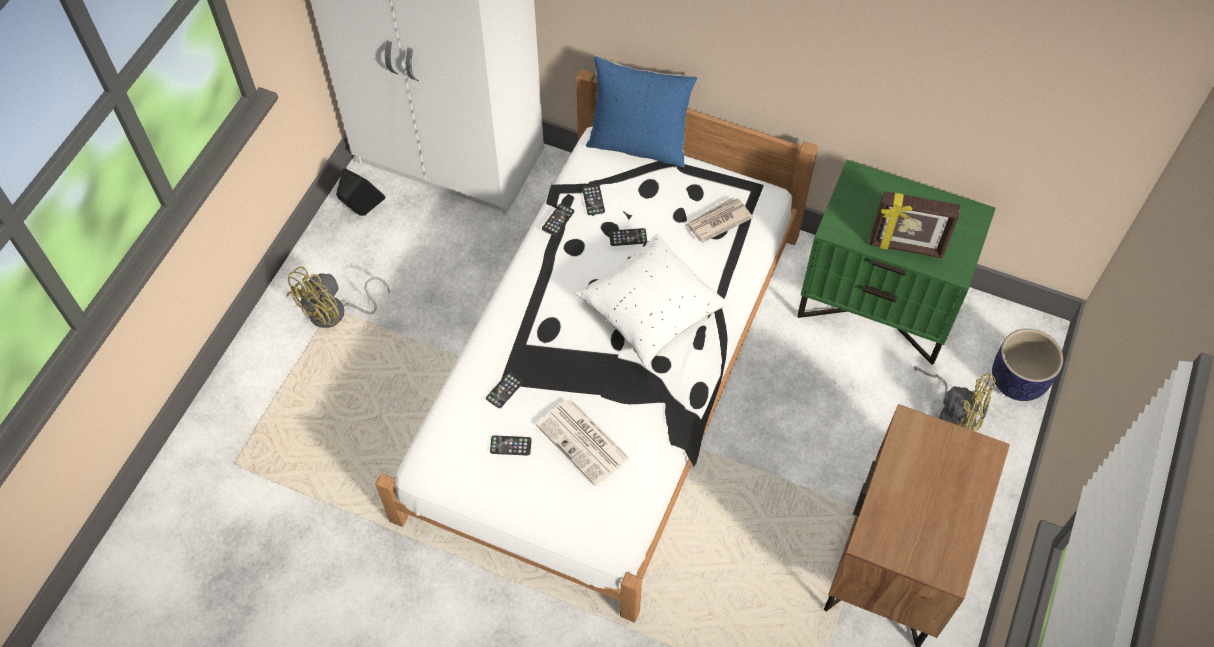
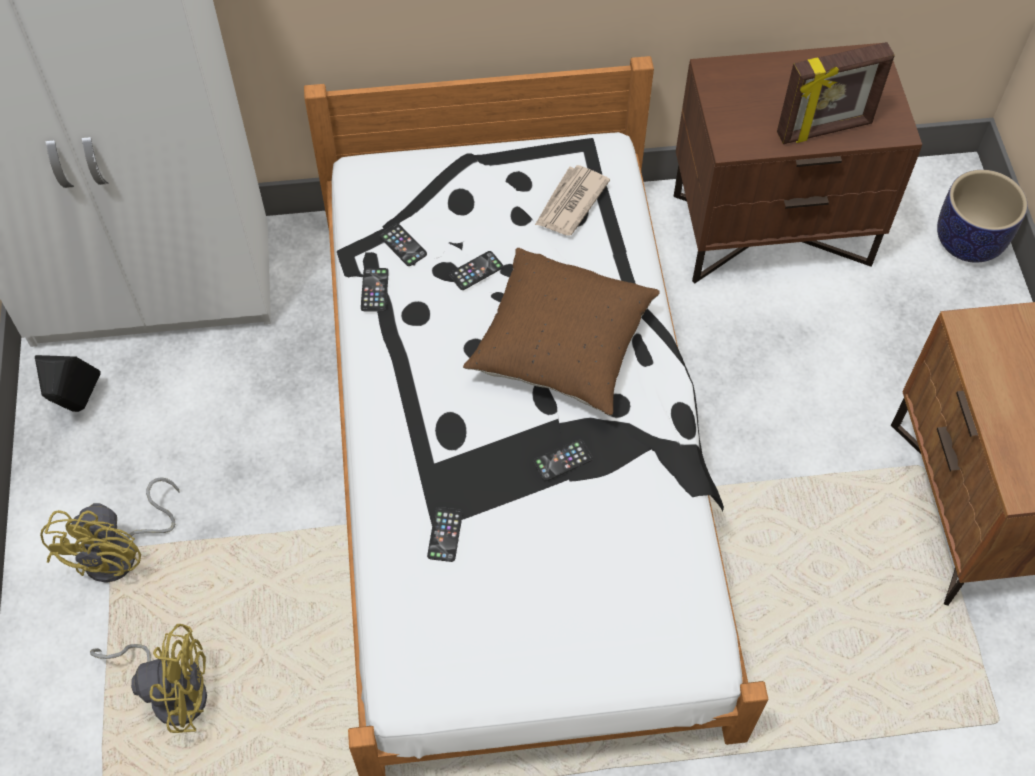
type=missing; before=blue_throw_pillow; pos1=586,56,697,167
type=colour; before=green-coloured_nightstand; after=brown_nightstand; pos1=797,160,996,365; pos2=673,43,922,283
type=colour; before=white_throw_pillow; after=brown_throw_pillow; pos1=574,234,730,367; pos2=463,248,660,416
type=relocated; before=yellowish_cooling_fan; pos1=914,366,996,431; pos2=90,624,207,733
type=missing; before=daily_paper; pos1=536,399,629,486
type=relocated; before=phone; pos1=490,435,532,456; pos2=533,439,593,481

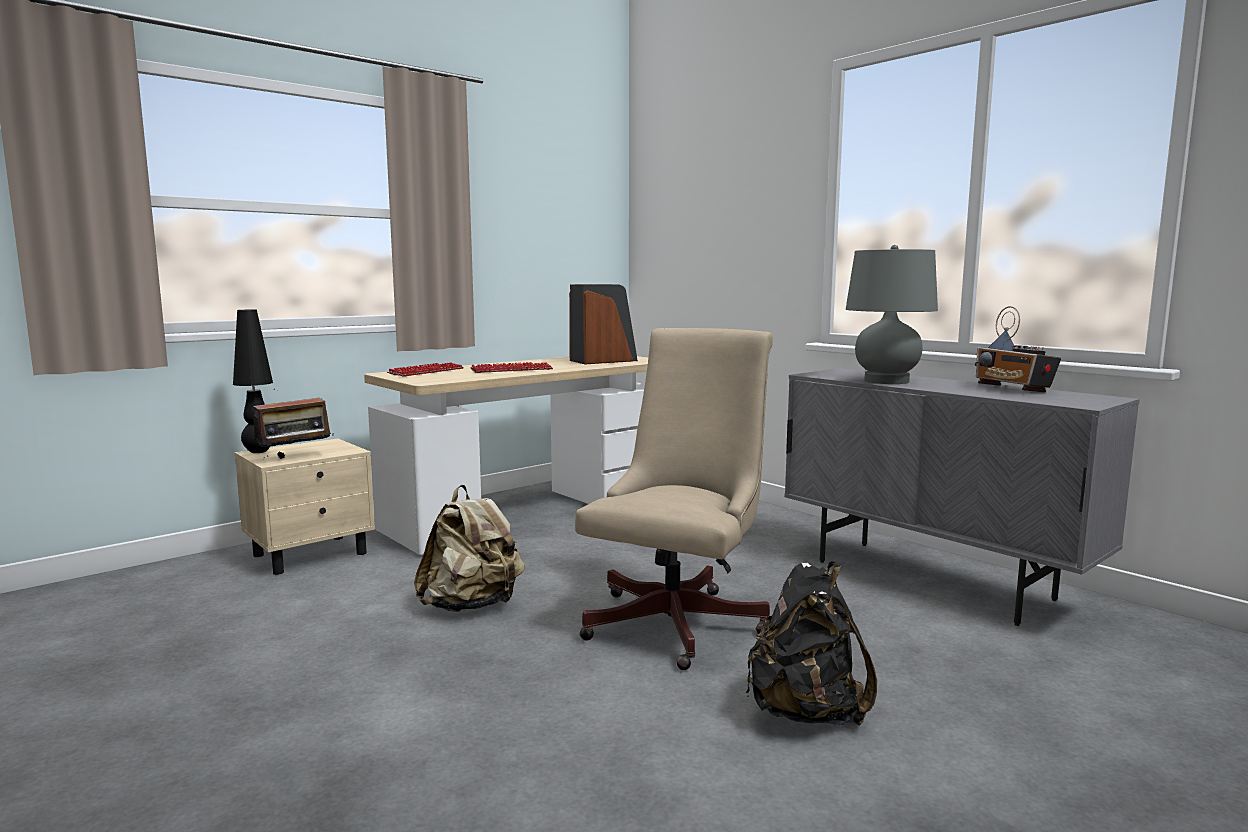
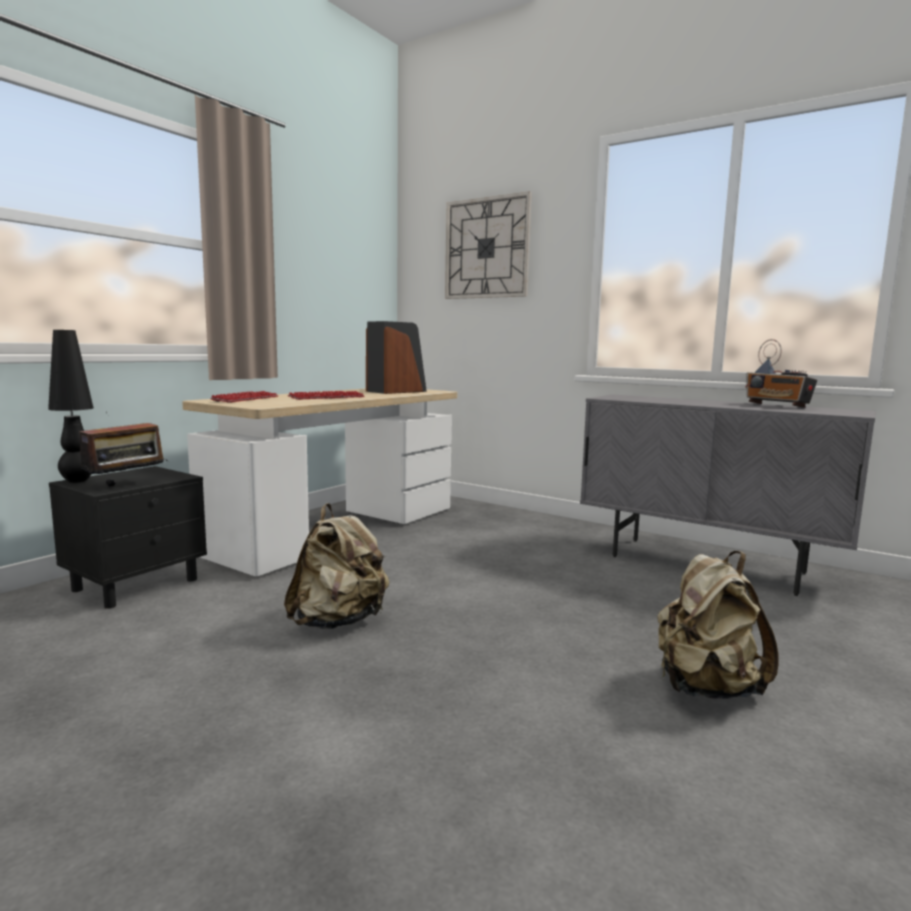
type=missing; before=greyish_tabletop_lamp; pos1=846,245,938,384
type=missing; before=sand-coloured_desk_chair; pos1=575,328,773,670
type=colour; before=sand-coloured_nightstand; after=blackish_nightstand; pos1=235,439,375,575; pos2=49,466,207,609
type=colour; before=blackish_backpack; after=sand-coloured_backpack; pos1=746,561,877,726; pos2=657,551,778,699
type=appeared; after=clock_on_the_wall; pos2=445,191,532,299

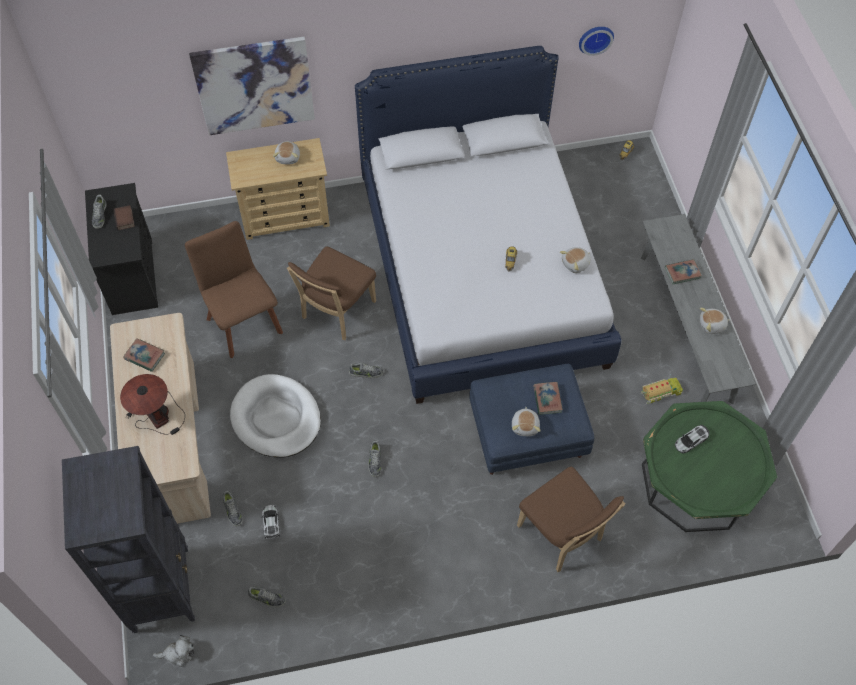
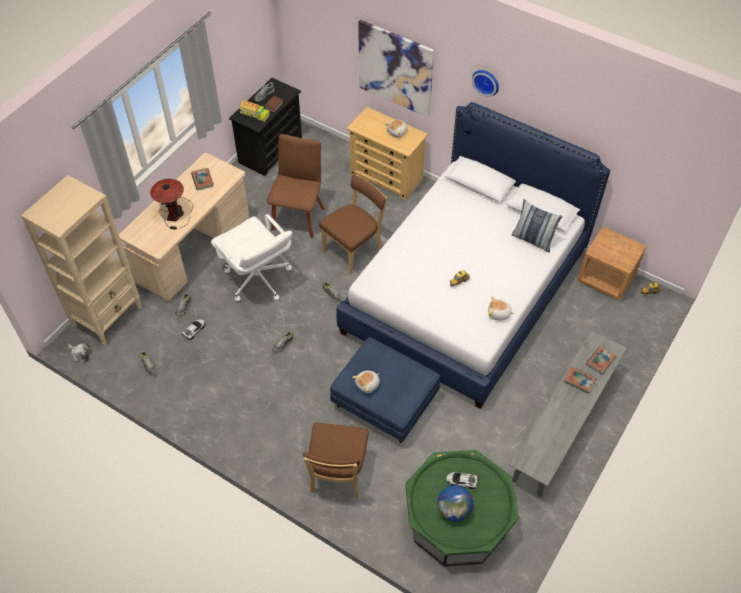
type=relocated; before=clock_on_the_wall; pos1=579,27,614,56; pos2=472,70,499,97
type=spun; before=brown_upright_chair; pos1=287,246,376,340; pos2=319,175,387,274; turn=150
type=missing; before=cuddly_toy; pos1=700,308,730,334
type=exchanged; before=white_dog_cushion; after=white_desk_chair; pos1=230,374,321,457; pos2=211,214,292,302
type=relocated; before=toy_lorry; pos1=641,374,683,404; pos2=239,100,270,122
type=relocated; before=volume; pos1=533,382,563,415; pos2=586,346,616,374
type=colour; before=blackish_bookcase; after=sand-coloured_bookcase; pos1=62,446,195,633; pos2=21,175,142,346
type=appeared; after=throw_pillow; pos2=512,199,563,253
type=appeared; after=brown_nightstand; pos2=577,227,647,300
type=appeared; after=globe; pos2=438,485,473,522

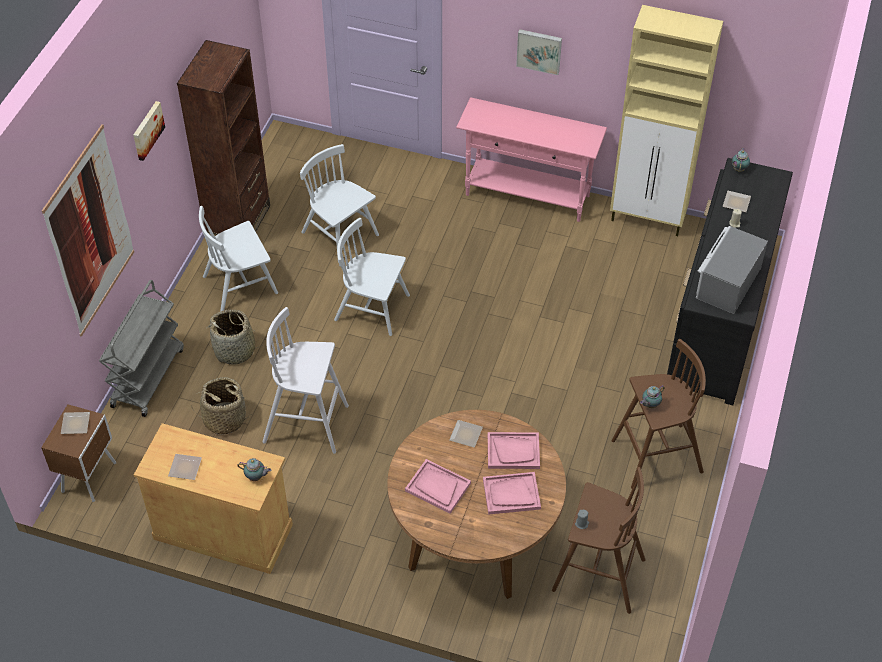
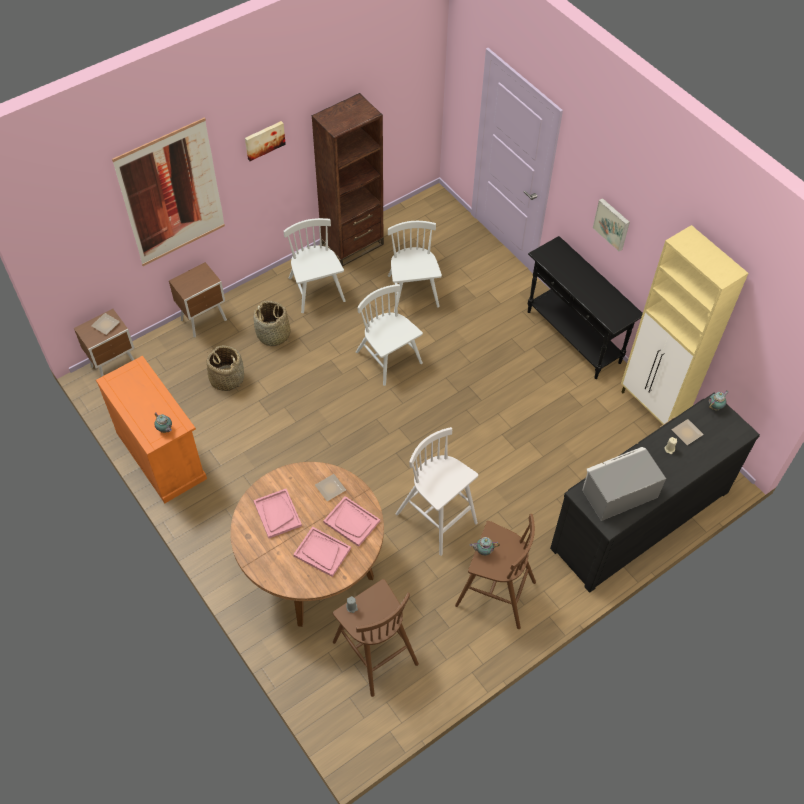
type=colour; before=pink_hall_table; after=blackish_hall_table; pos1=456,97,607,222; pos2=528,236,643,379
type=spun; before=white_upright_chair; pos1=199,206,278,311; pos2=283,218,346,313; turn=60
type=exchanged; before=greyish_cart; after=brown_nightstand; pos1=99,280,184,417; pos2=169,262,227,337
type=relocated; before=white_stool_seat; pos1=262,307,349,454; pos2=396,427,478,556
type=colour; before=sand-coloured_storage_cabinet; after=orange_storage_cabinet; pos1=134,423,293,574; pos2=96,355,207,503
type=missing; before=dinner_plate; pos1=168,454,202,480

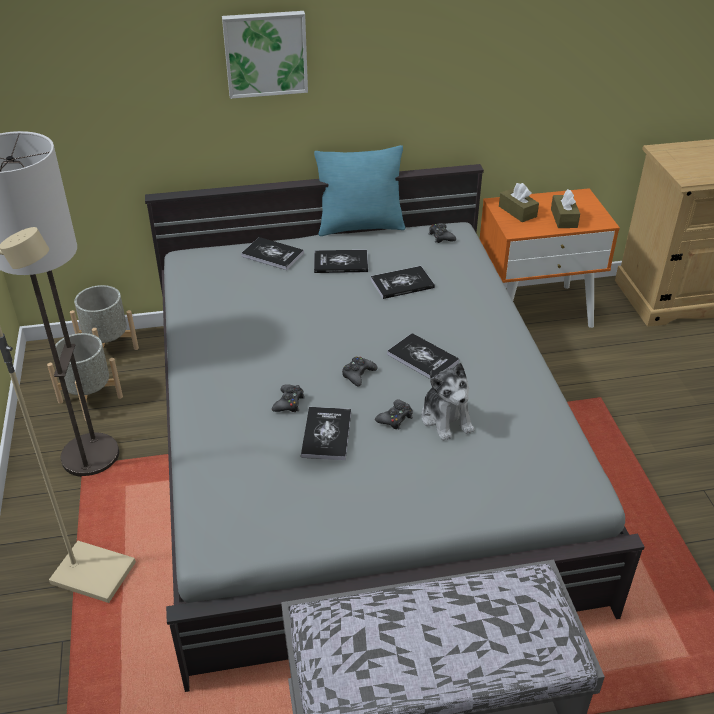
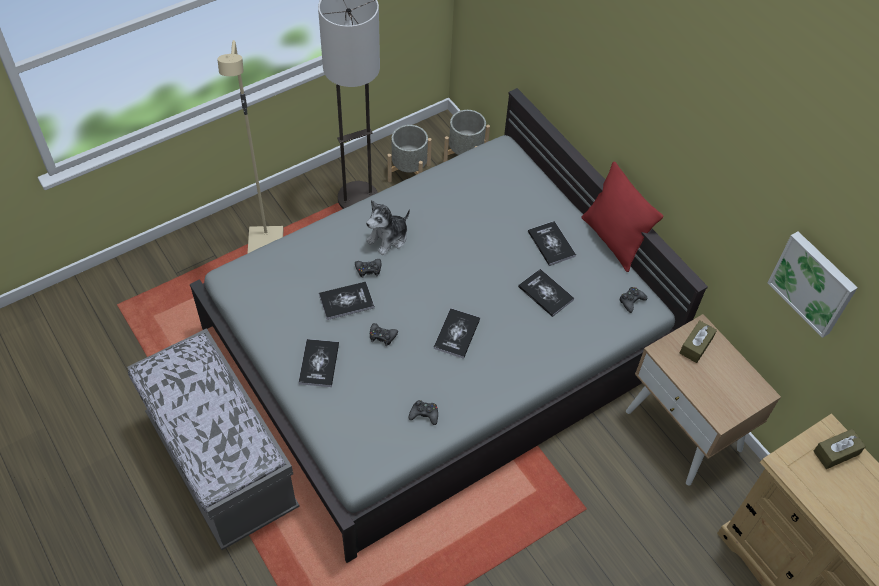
type=relocated; before=picture; pos1=222,11,308,99; pos2=767,231,858,338
type=colour; before=turquoise-coloured_throw_pillow; after=red_throw_pillow; pos1=314,145,405,236; pos2=582,162,663,272
type=colour; before=orange_nightstand; after=sand-coloured_nightstand; pos1=479,188,620,328; pos2=626,314,781,486
type=relocated; before=brown_tissue_box; pos1=551,189,580,228; pos2=813,429,866,469
type=relocated; before=volume; pos1=241,237,304,270; pos2=299,339,339,387
type=relocated; before=blackish_gamepad; pos1=342,357,377,387; pos2=409,400,438,425
type=relocated; before=cuddly_toy; pos1=421,363,475,441; pos2=366,200,410,255

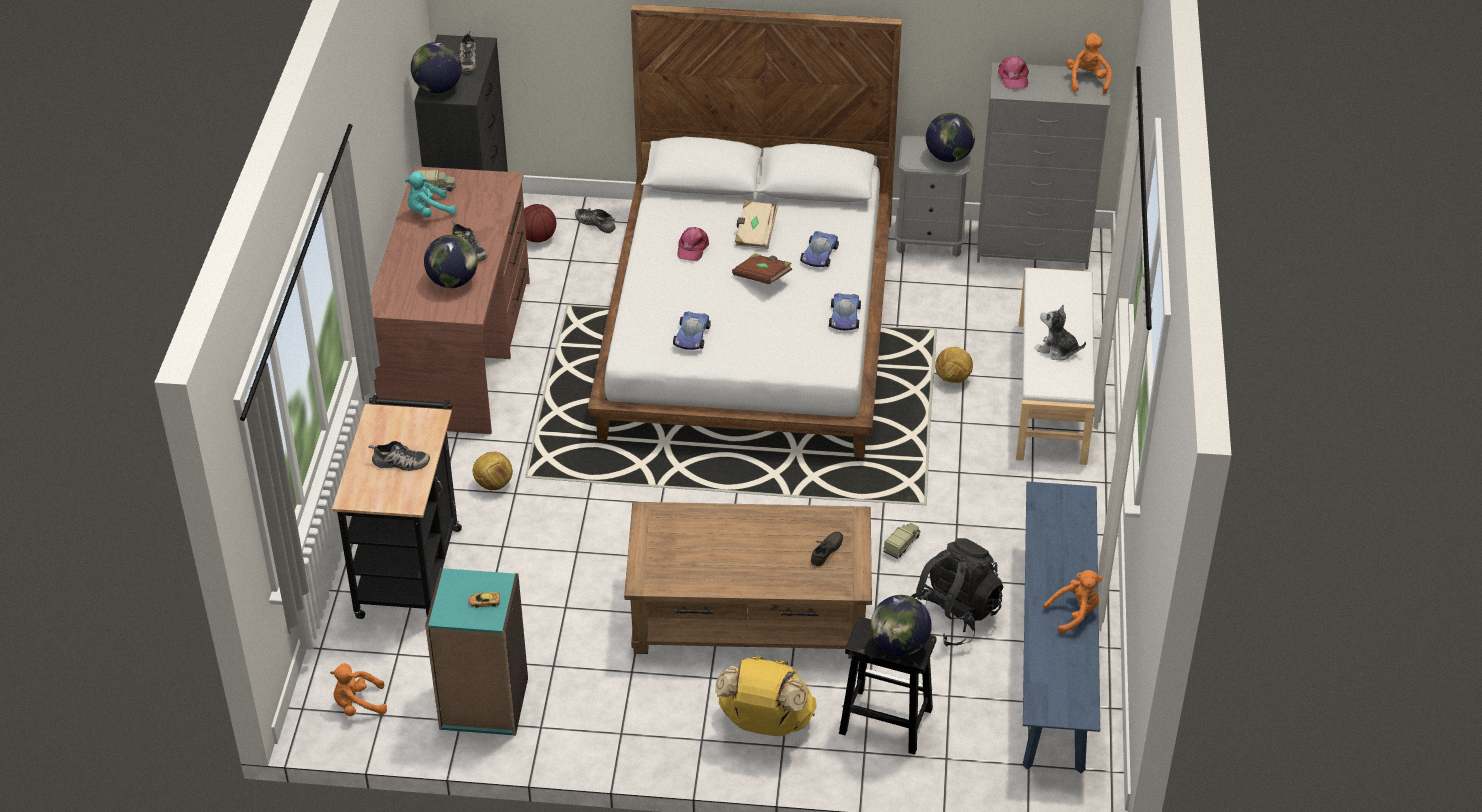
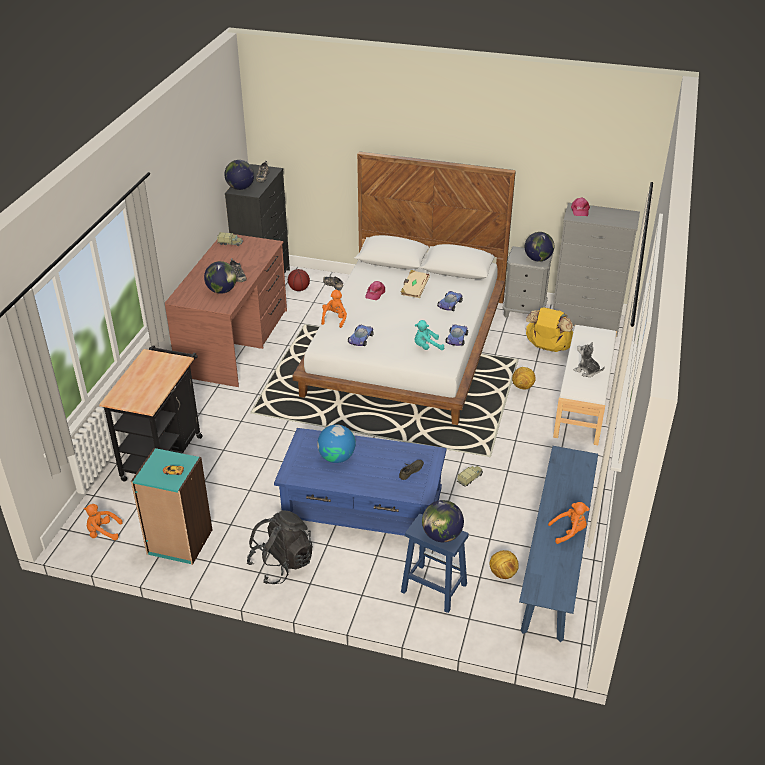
type=relocated; before=orange_cuddly_toy; pos1=1066,33,1112,94; pos2=321,290,347,328
type=relocated; before=turquoise-coloured_cuddly_toy; pos1=405,171,456,218; pos2=415,320,444,350
type=missing; before=brown_volume; pos1=732,253,792,284
type=missing; before=low_shoe; pos1=369,441,430,471
type=relocated; before=ball_for_football; pos1=473,452,513,490; pos2=490,550,519,579
type=colour; before=brown_lounge_table; after=blue_lounge_table; pos1=624,502,872,659; pos2=274,428,447,536
type=relocated; before=blackish_backpack; pos1=911,538,1003,646; pos2=247,510,313,584
type=colour; before=blackish_stool_seat; after=blue_stool_seat; pos1=839,617,936,755; pos2=401,514,469,613
type=relocated; before=yellowish_backpack; pos1=715,656,817,736; pos2=525,307,573,352
type=appeared; after=globe; pos2=317,425,356,463

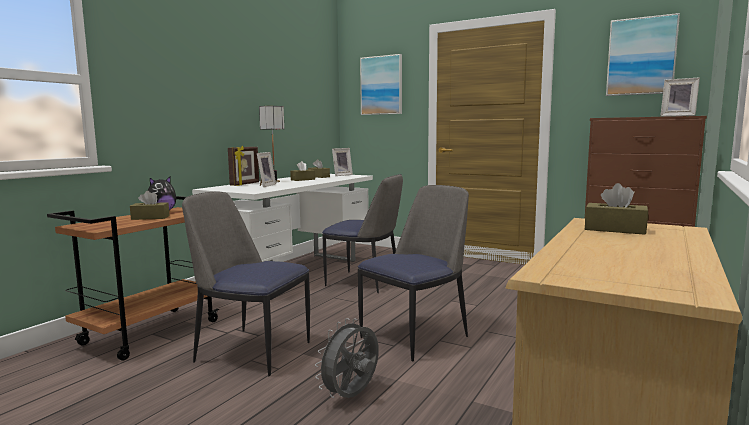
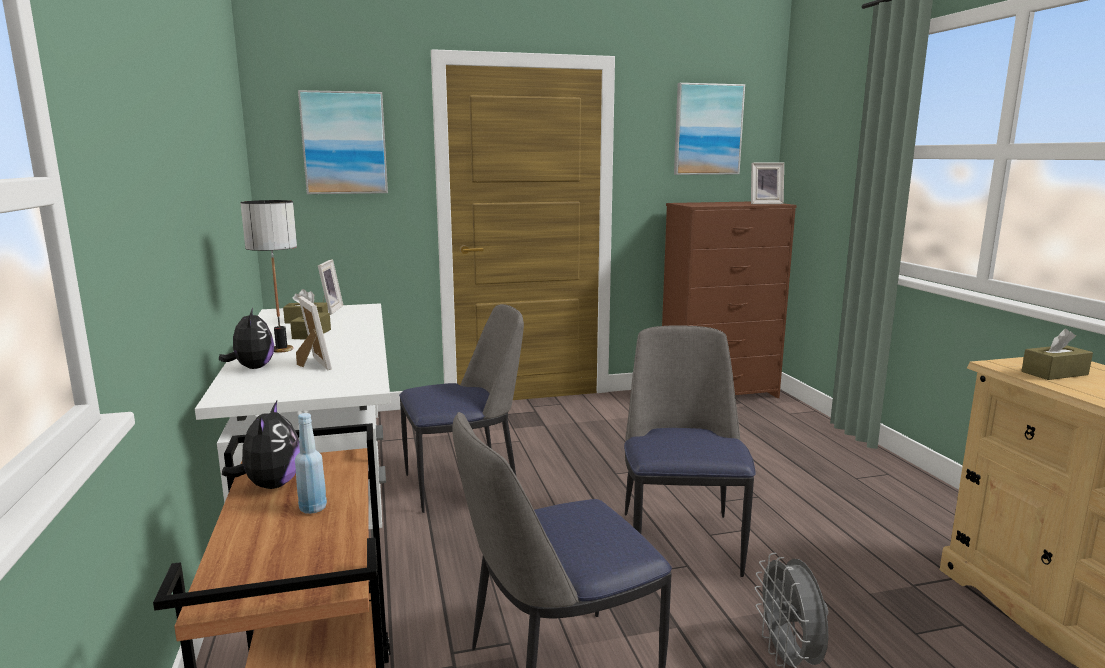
type=exchanged; before=photo_frame; after=cuddly_toy; pos1=228,146,259,186; pos2=219,308,274,369
type=exchanged; before=brown_tissue_box; after=blue_bottle; pos1=130,191,170,220; pos2=295,413,327,514

